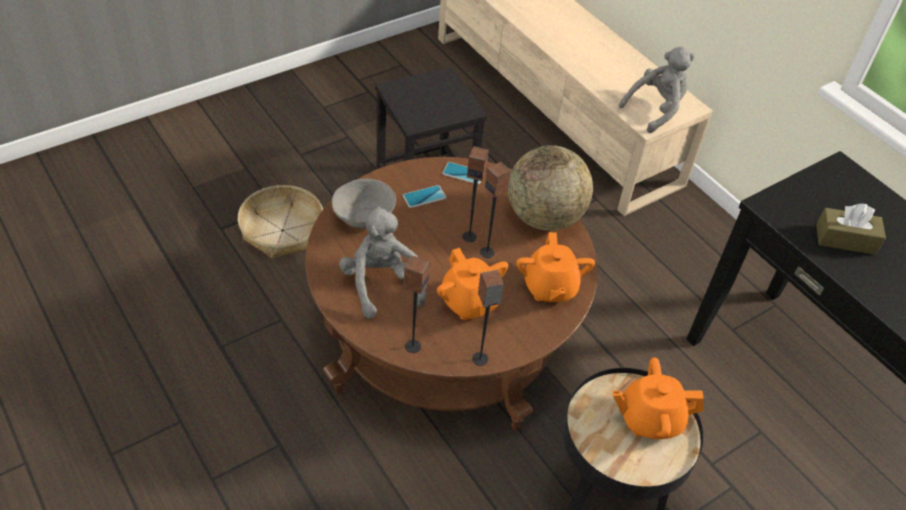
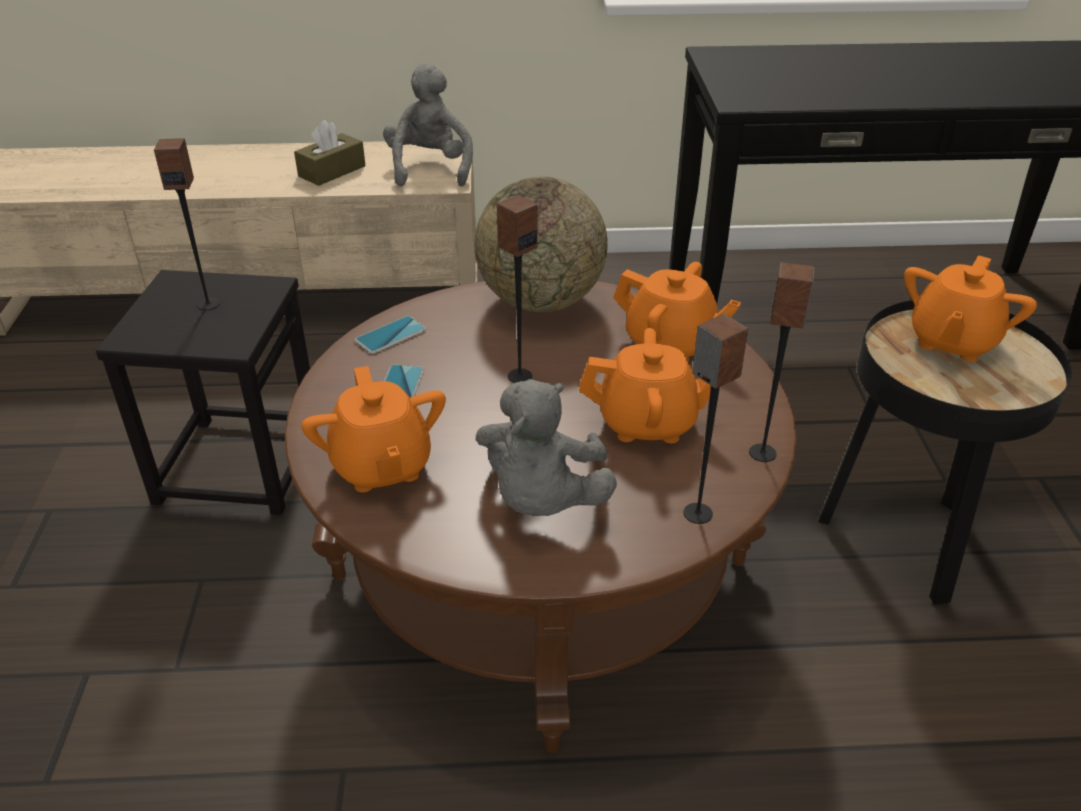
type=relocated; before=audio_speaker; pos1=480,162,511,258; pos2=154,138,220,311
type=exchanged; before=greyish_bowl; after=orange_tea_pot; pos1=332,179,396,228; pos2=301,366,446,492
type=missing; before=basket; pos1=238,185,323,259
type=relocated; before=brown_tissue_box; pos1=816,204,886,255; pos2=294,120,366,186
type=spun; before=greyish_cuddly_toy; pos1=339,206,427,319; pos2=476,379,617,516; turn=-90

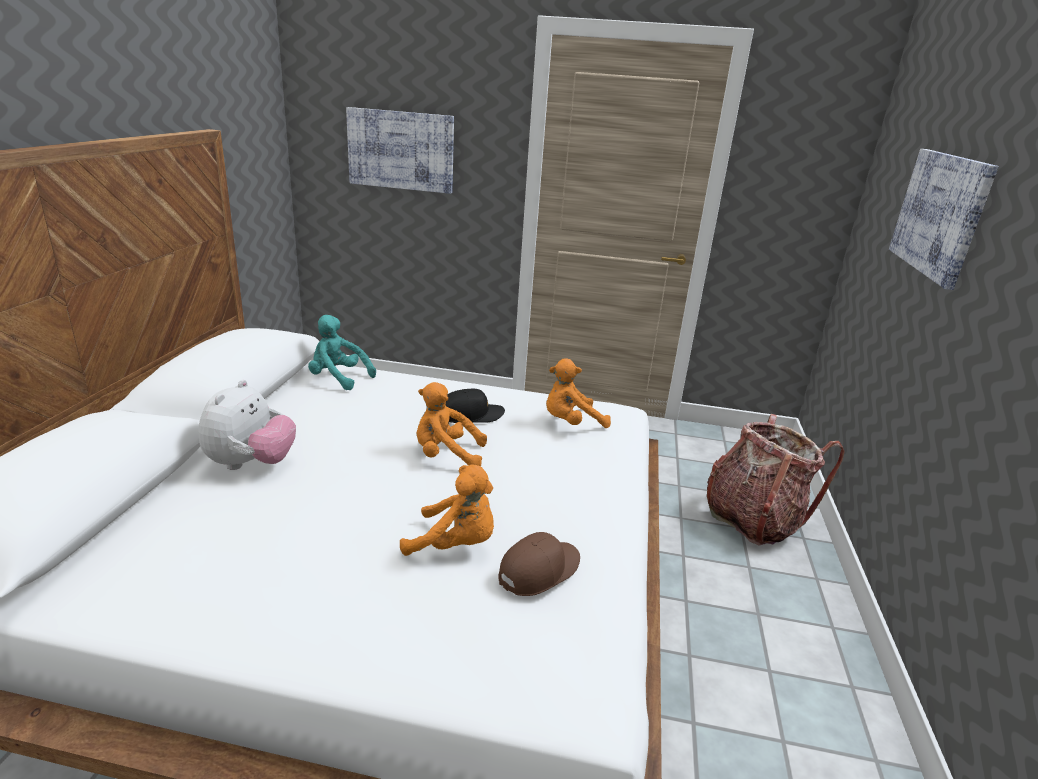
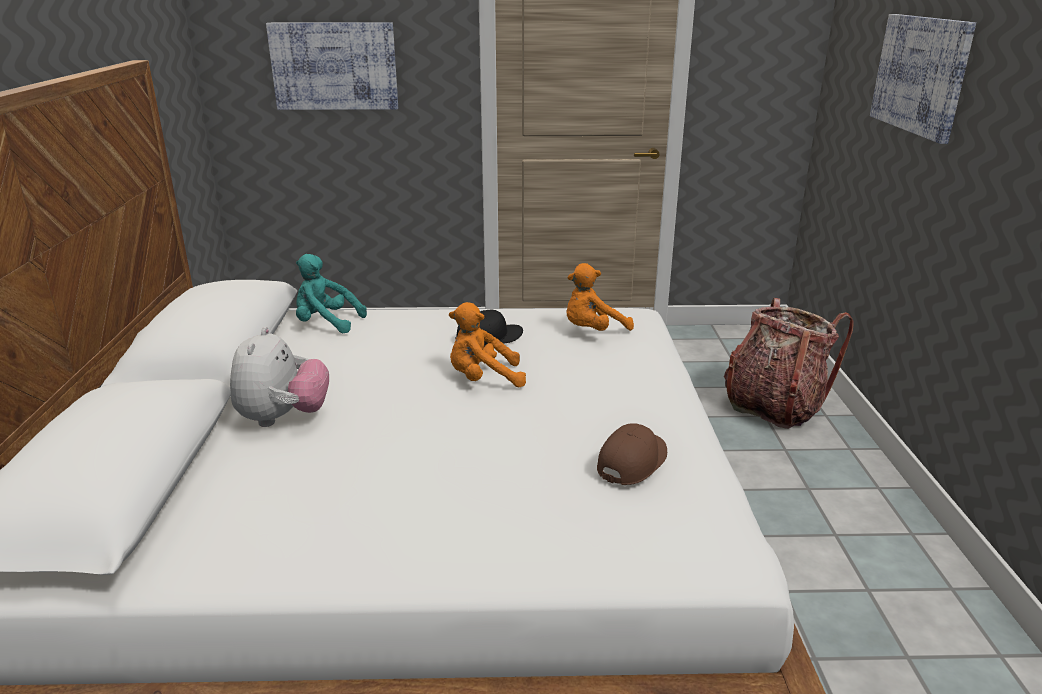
type=missing; before=orange_cuddly_toy; pos1=400,465,494,556

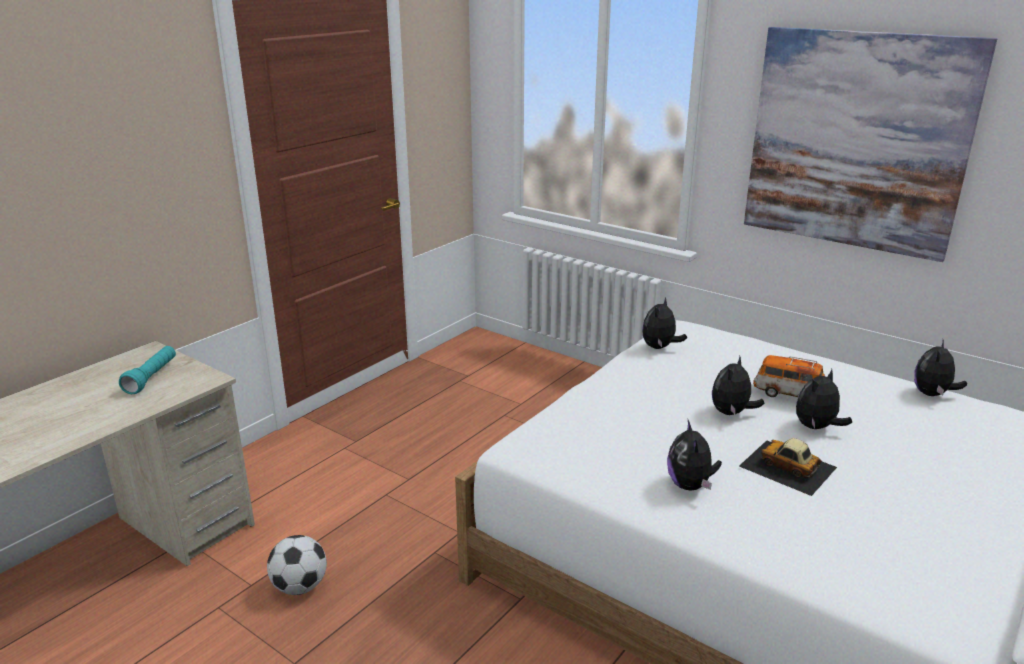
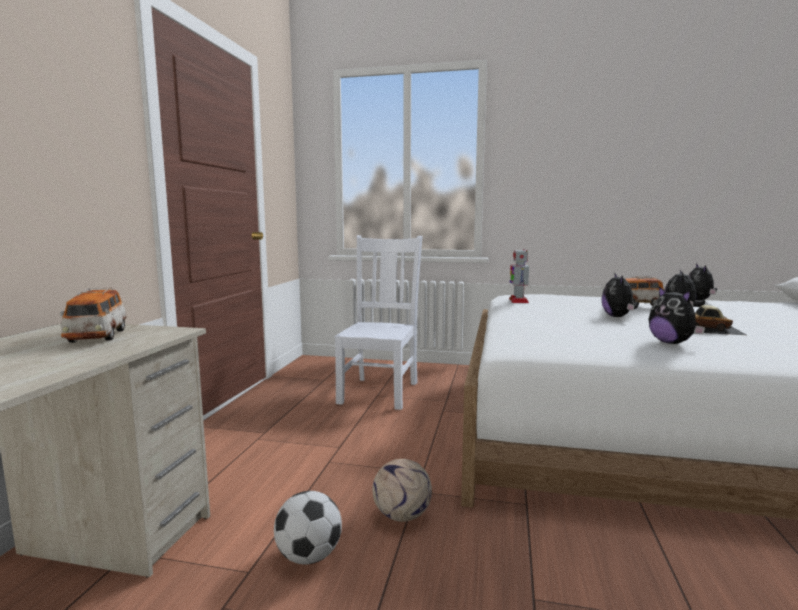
type=missing; before=picture; pos1=744,27,997,262
type=exchanged; before=cuddly_toy; after=model_robot; pos1=642,297,687,349; pos2=509,249,529,303
type=exchanged; before=turquoise-coloured_hand_torch; after=toy_car; pos1=119,346,176,394; pos2=60,287,127,343
type=appeared; after=white_upright_chair; pos2=334,235,423,410
type=appeared; after=ball_for_football; pos2=372,459,432,522

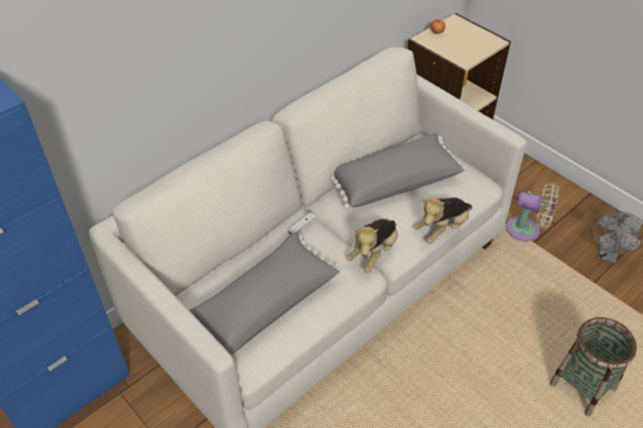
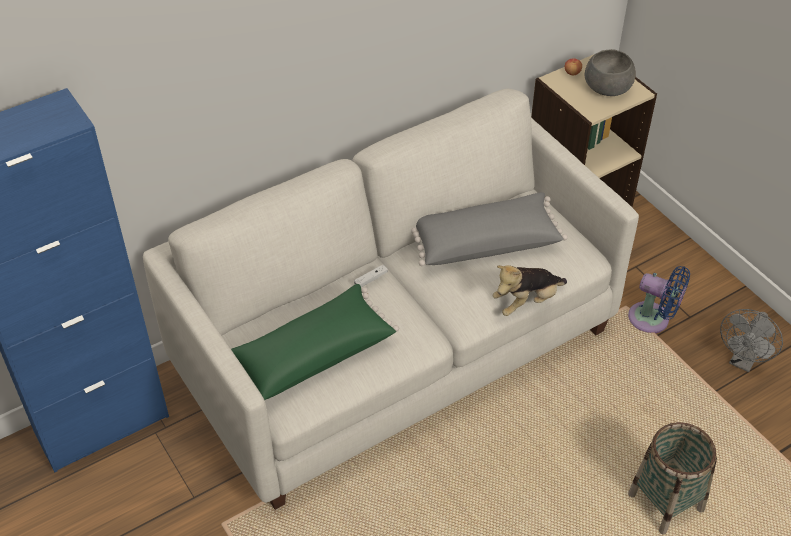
type=colour; before=sand-coloured_cooling_fan; after=blue_cooling_fan; pos1=506,182,559,241; pos2=628,266,690,333
type=missing; before=cuddly_toy; pos1=346,219,398,273
type=colour; before=greyish_throw_pillow; after=green-coloured_throw_pillow; pos1=189,233,341,355; pos2=231,284,399,400
type=appeared; after=greyish_bowl; pos2=585,49,636,96

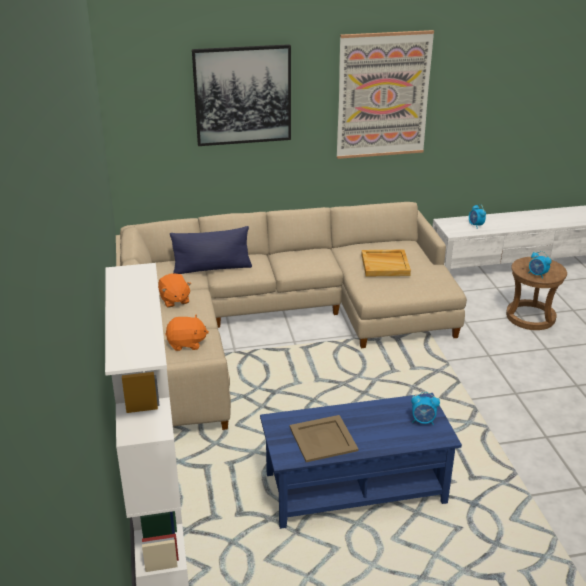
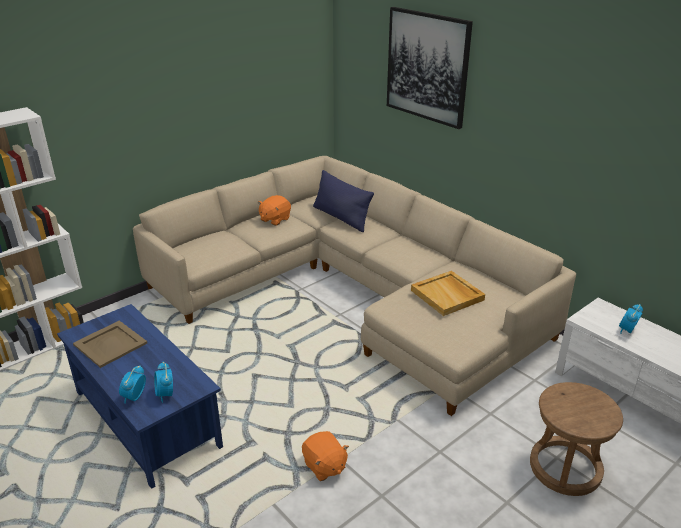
type=missing; before=picture; pos1=337,30,434,159
type=relocated; before=bedside_clock; pos1=529,251,552,279; pos2=119,365,146,404
type=relocated; before=orange_cuddly_toy; pos1=165,314,209,351; pos2=302,431,349,481

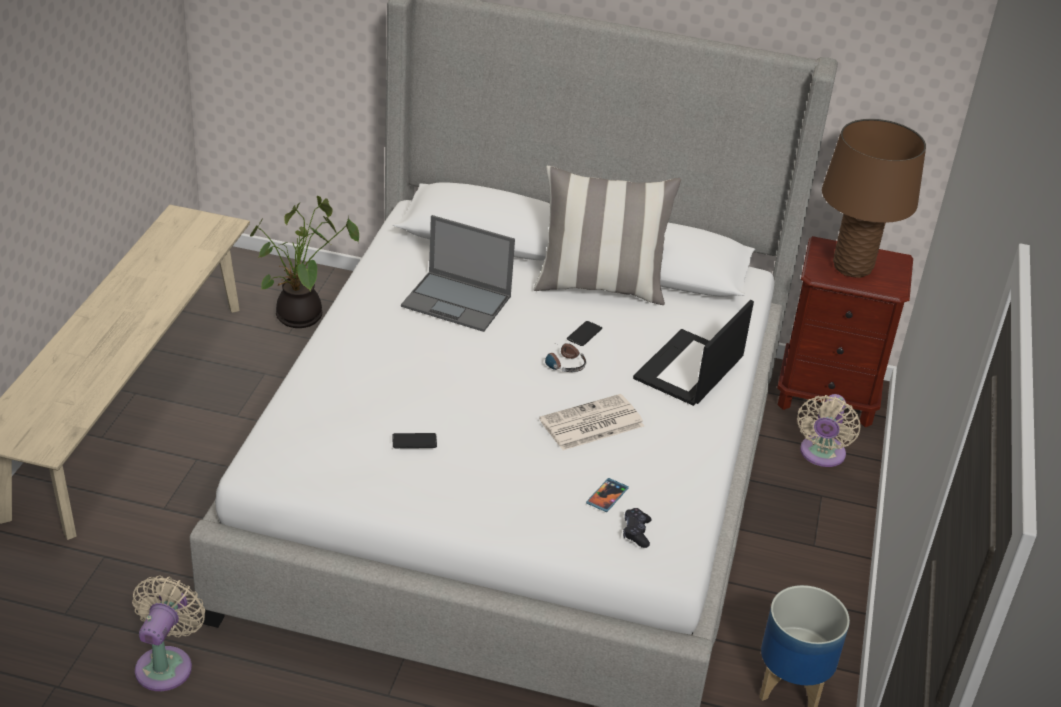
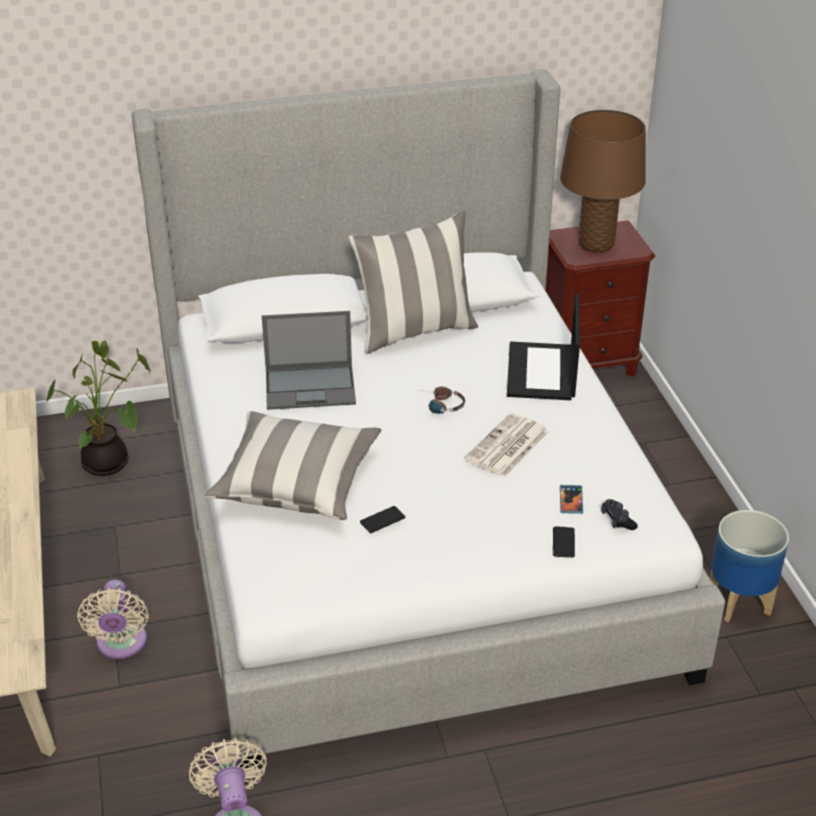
type=relocated; before=phone; pos1=567,321,602,346; pos2=553,526,575,558
type=relocated; before=sand-coloured_cooling_fan; pos1=797,394,860,467; pos2=77,580,149,659
type=appeared; after=throw_pillow; pos2=203,411,381,520

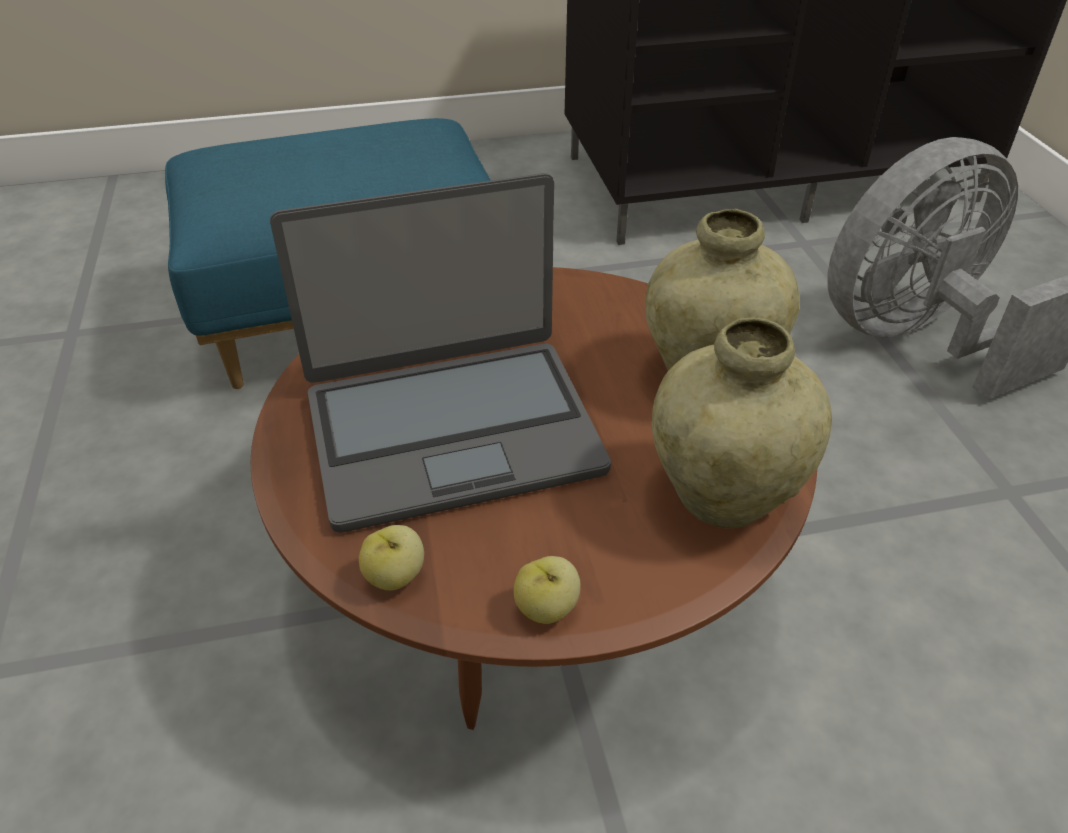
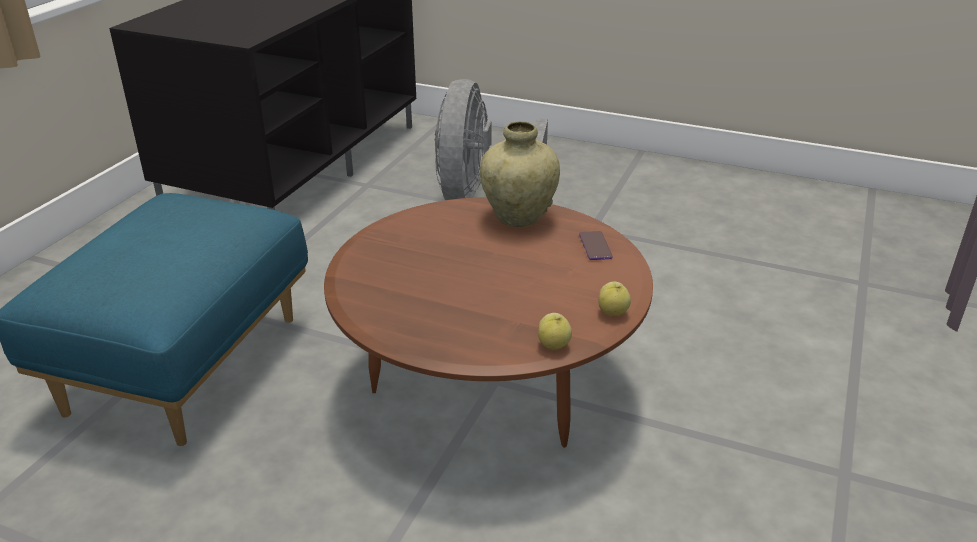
type=missing; before=laptop; pos1=270,173,611,533
type=exchanged; before=sand-coloured_vase; after=phone; pos1=652,317,832,529; pos2=579,231,613,260

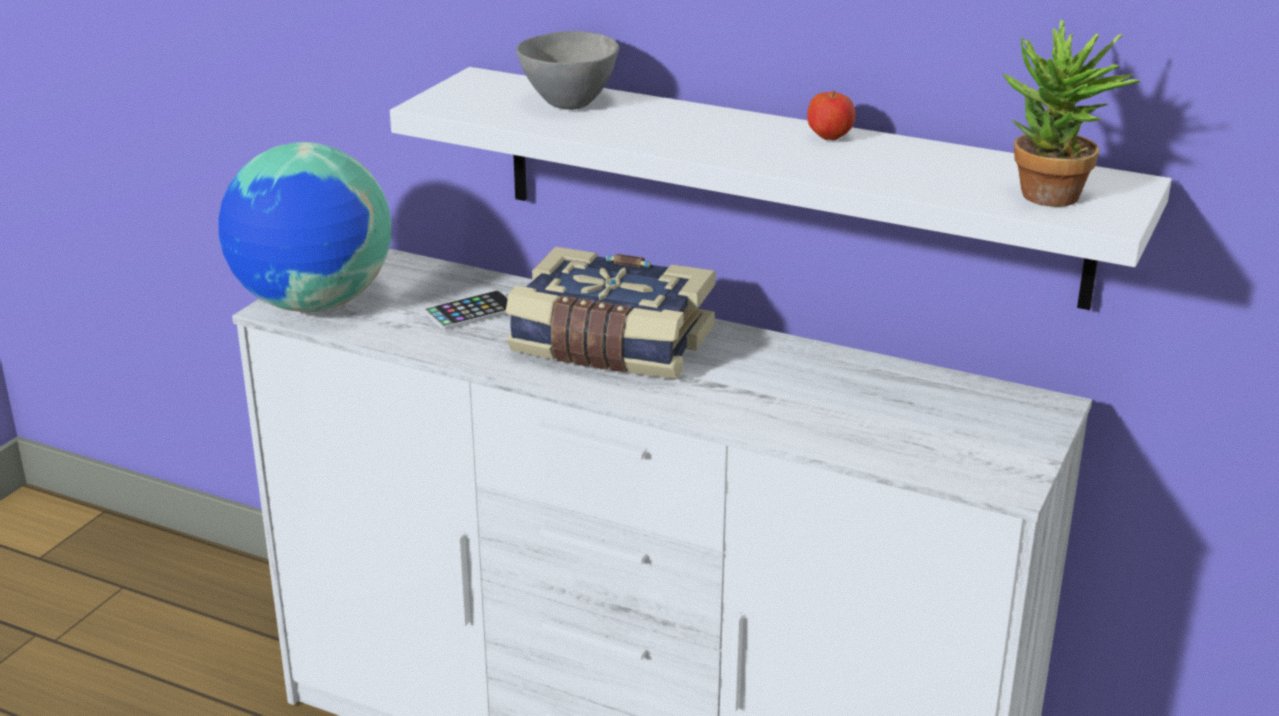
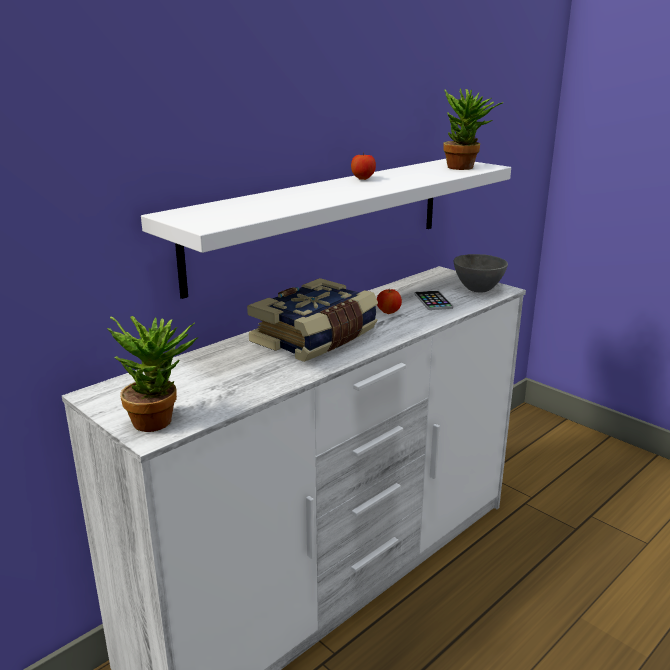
type=relocated; before=greyish_bowl; pos1=516,31,619,110; pos2=454,254,508,293
type=exchanged; before=globe; after=houseplant; pos1=219,142,391,312; pos2=107,316,198,432
type=relocated; before=phone; pos1=424,290,508,330; pos2=415,290,453,310
type=appeared; after=apple; pos2=377,289,402,314

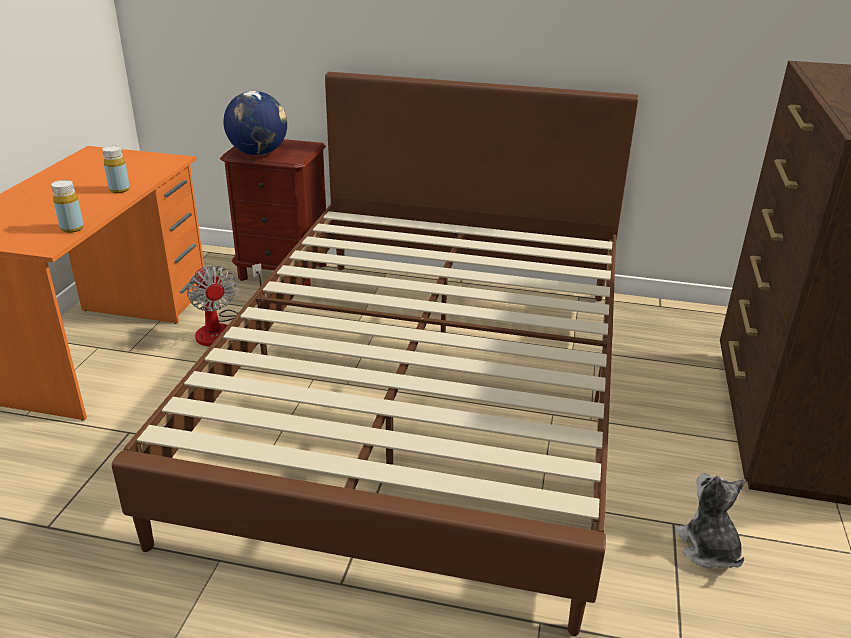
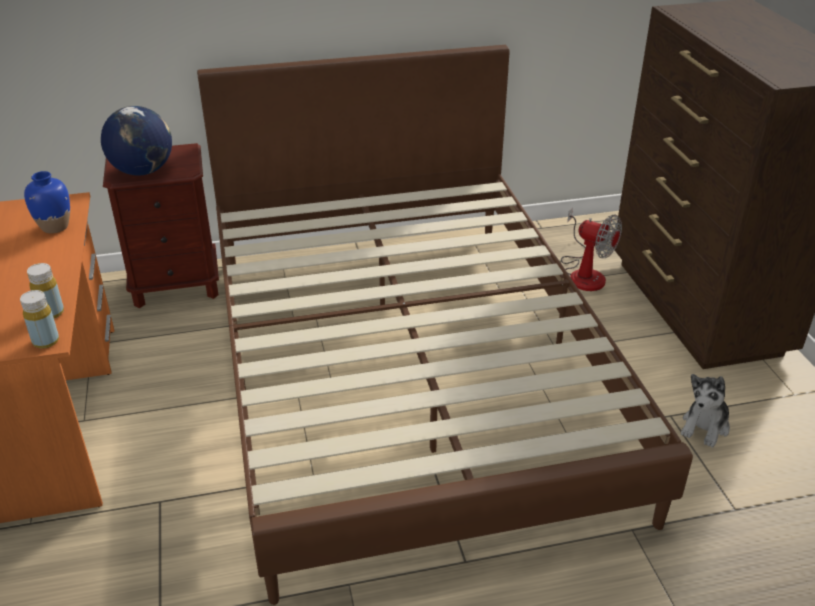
type=relocated; before=yellowish_bottle; pos1=102,145,130,193; pos2=20,290,59,349
type=relocated; before=cooling_fan; pos1=187,263,262,347; pos2=561,207,622,291
type=spun; before=cuddly_toy; pos1=675,473,746,569; pos2=681,374,730,448; turn=-105
type=appeared; after=blue_vase; pos2=24,171,70,233

